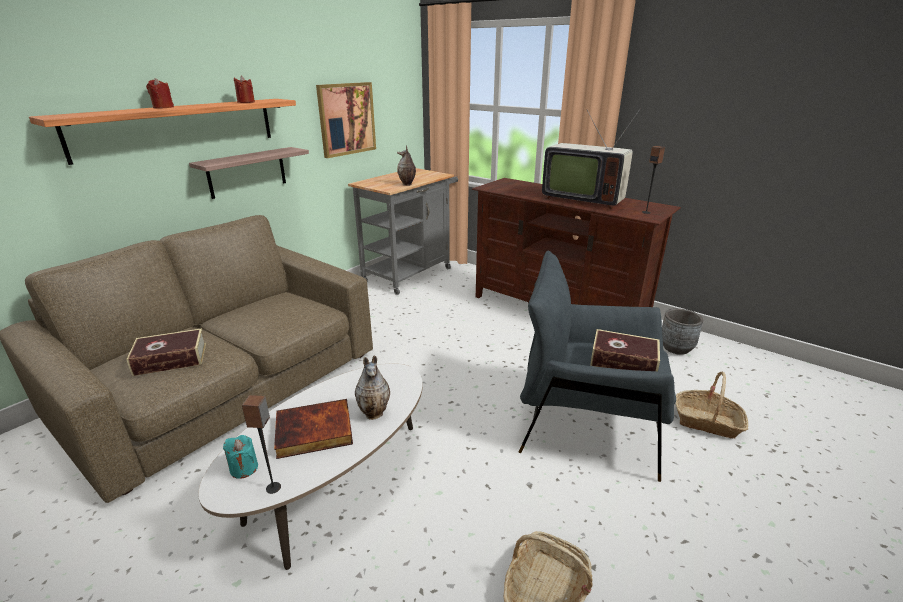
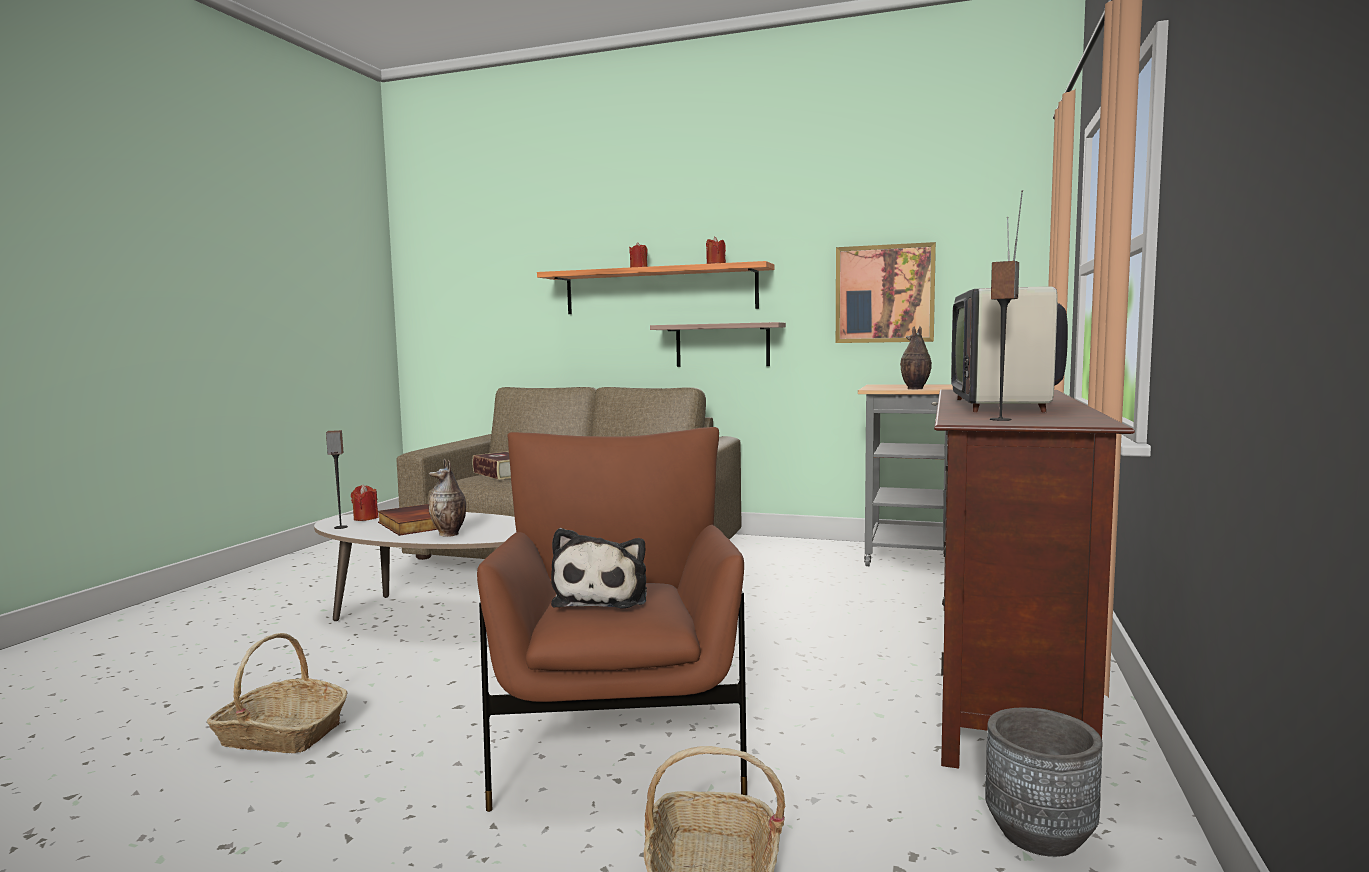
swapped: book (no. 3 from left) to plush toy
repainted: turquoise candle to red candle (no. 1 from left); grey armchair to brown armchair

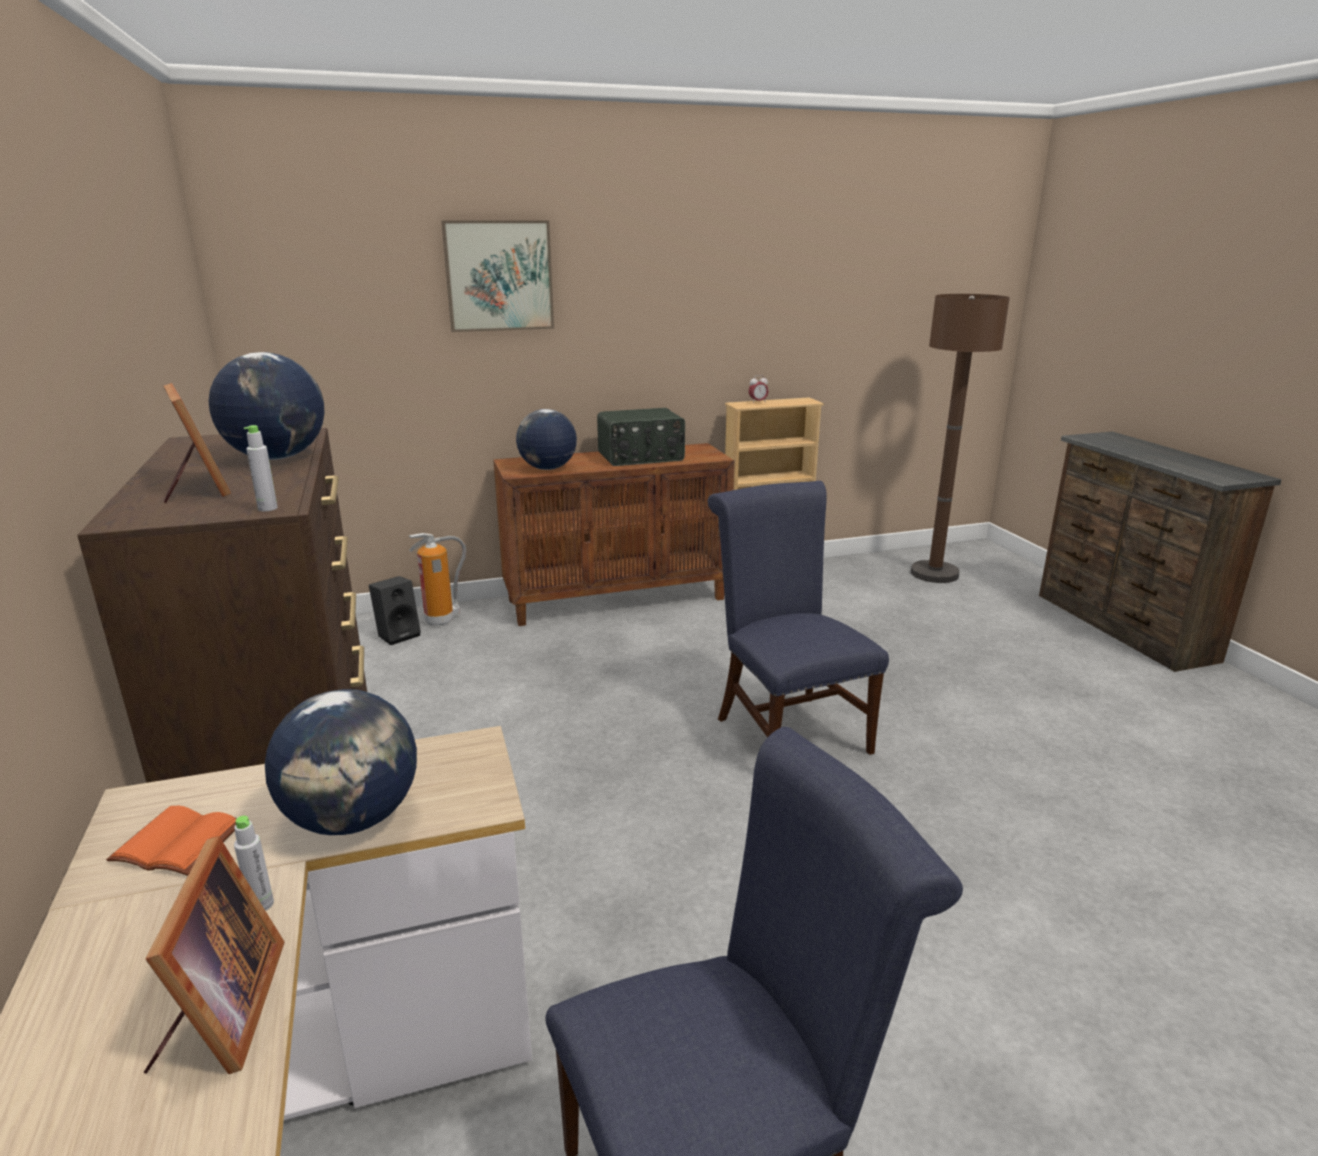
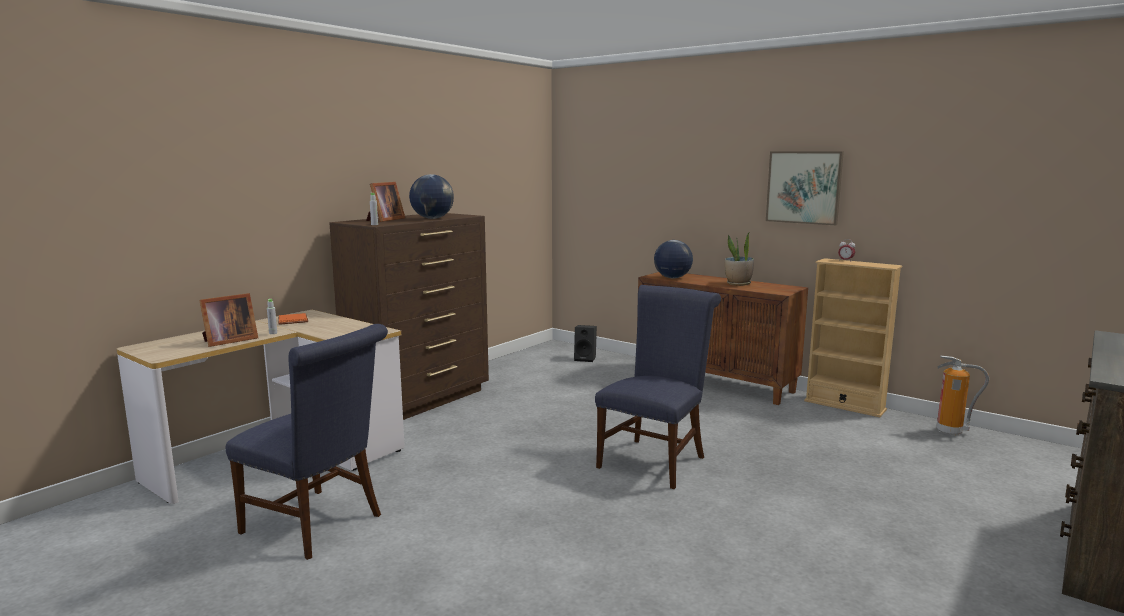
gone: globe (no. 2 from left); brown floor lamp
shifted: picture; fire extinguisher
swapped: radio to potted plant

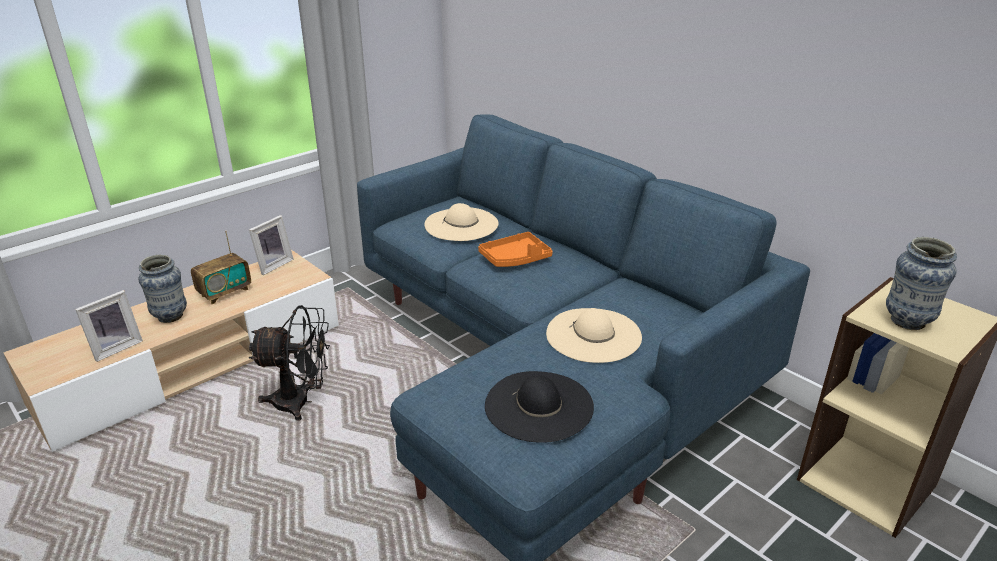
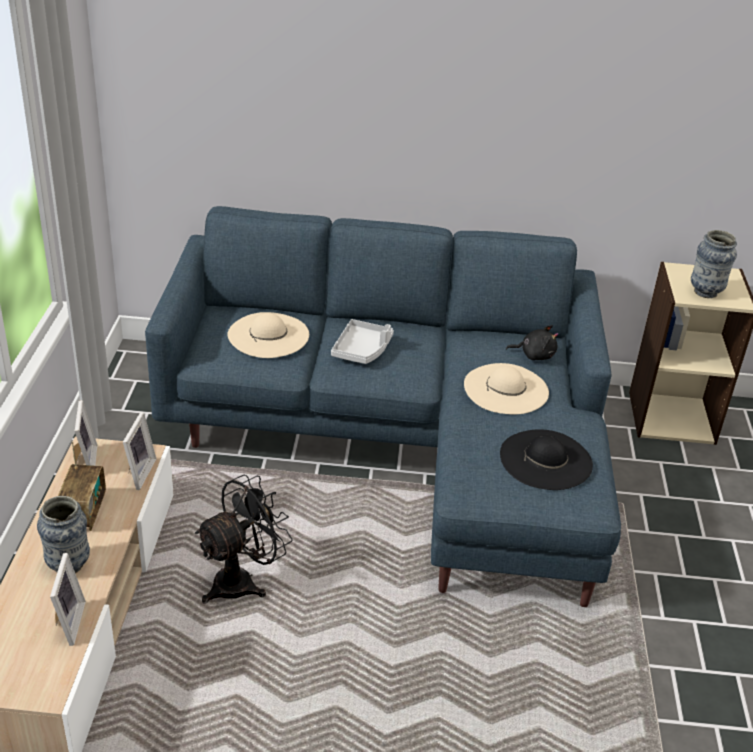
new: picture frame (no. 3 from left); black plush toy
repainted: orange tray to grey tray

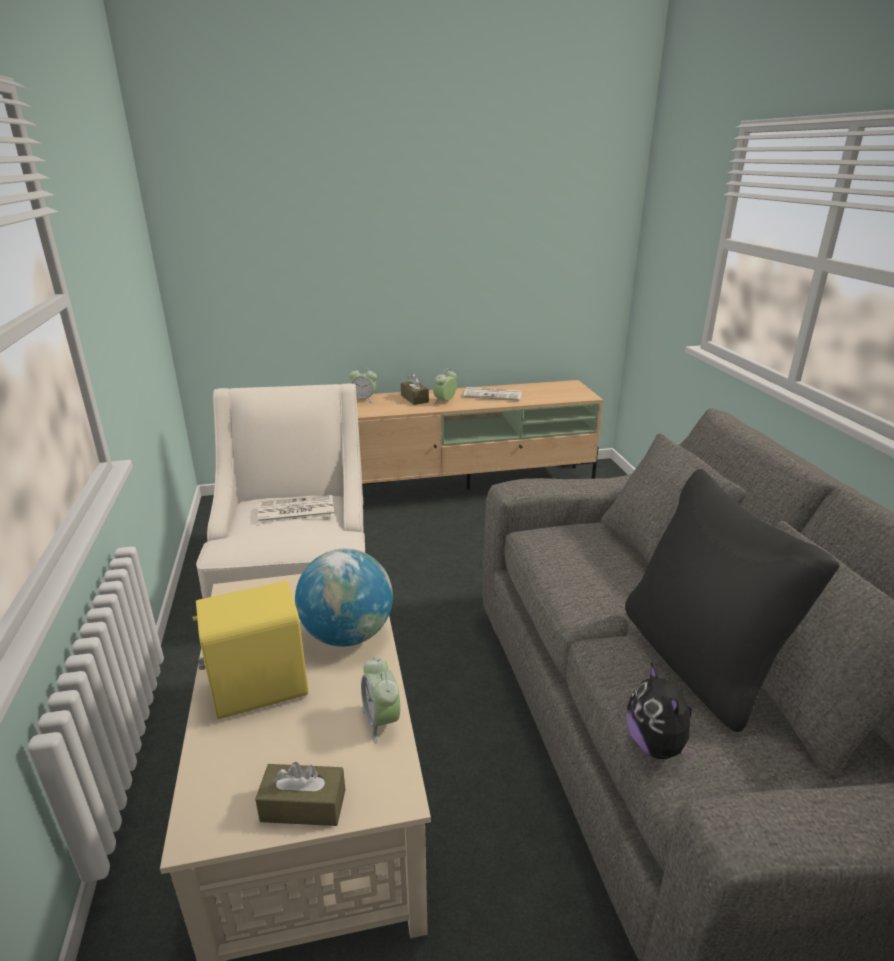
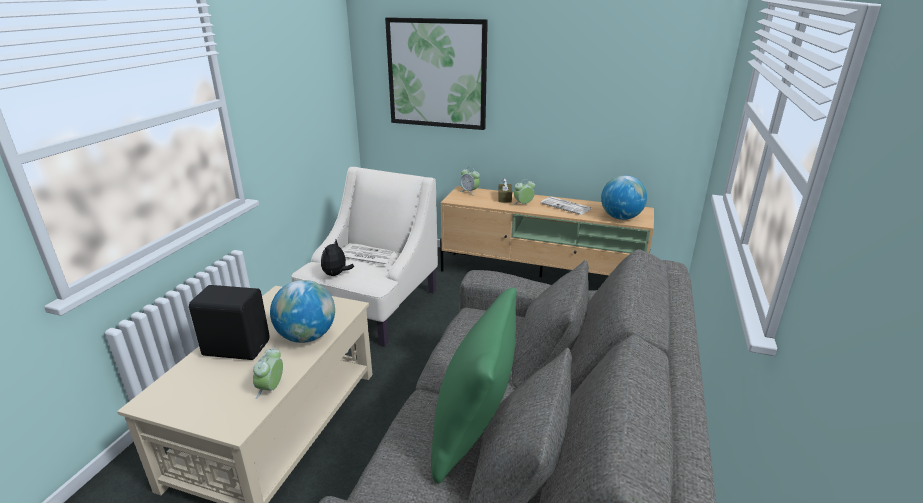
gone: brown tissue box (no. 1 from left)
new: picture; globe (no. 2 from left)
shifted: plush toy
repainted: yellow speaker to black speaker; black pillow to green pillow

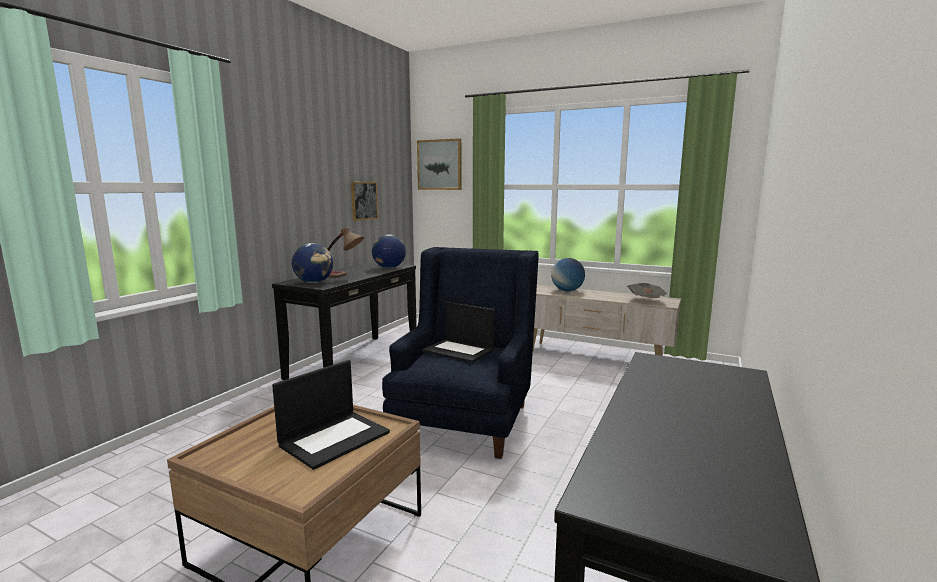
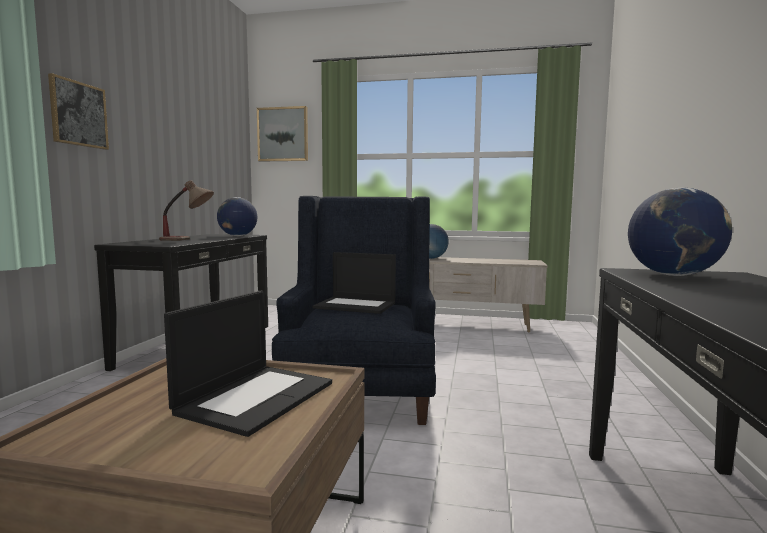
gone: newspaper
shifted: picture (no. 1 from left); globe (no. 1 from left in the first image) to globe (no. 3 from left)

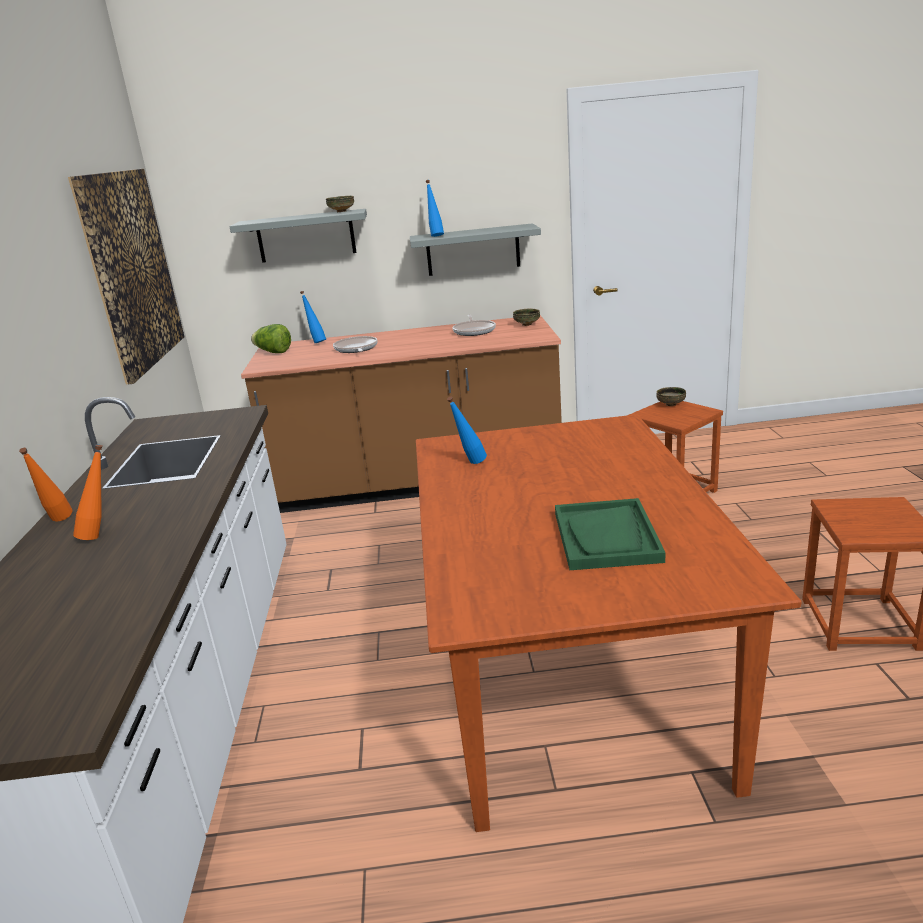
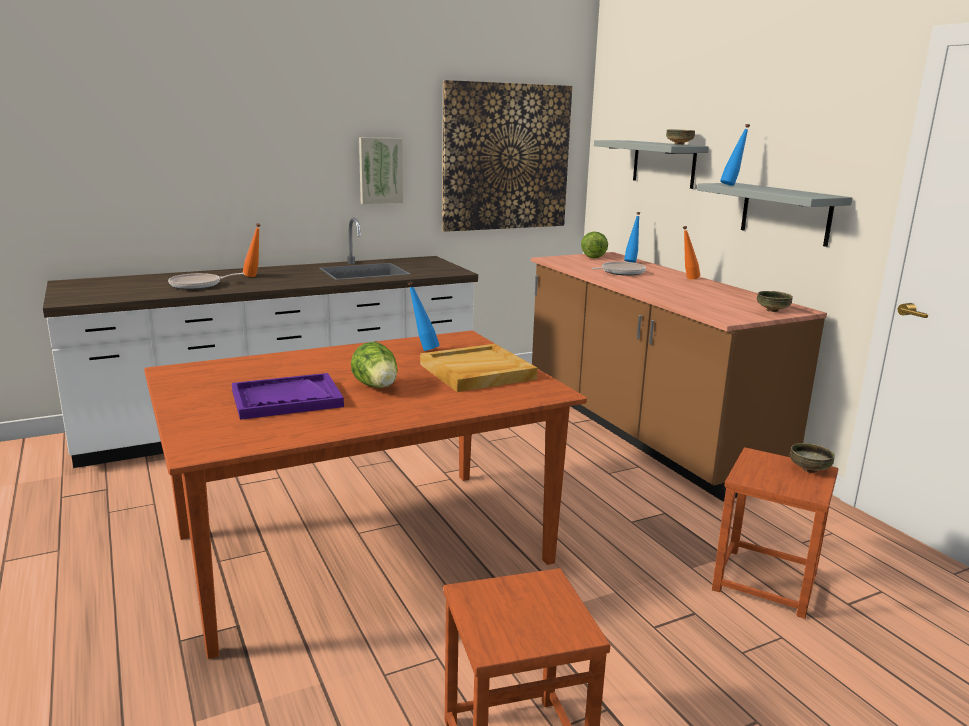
new: lettuce (no. 1 from left); picture (no. 1 from left); beige tray
shifted: frying pan (no. 2 from left in the first image) to frying pan (no. 1 from left); orange bottle (no. 1 from left in the first image) to orange bottle (no. 2 from left)
repainted: green tray to purple tray

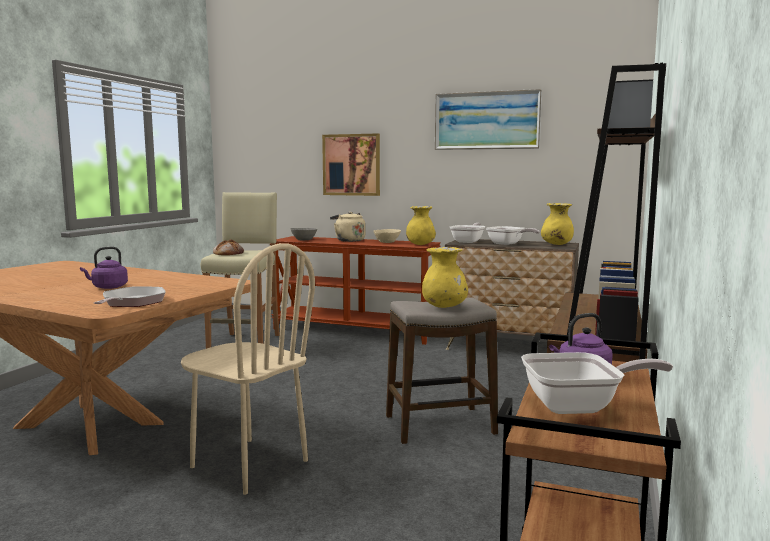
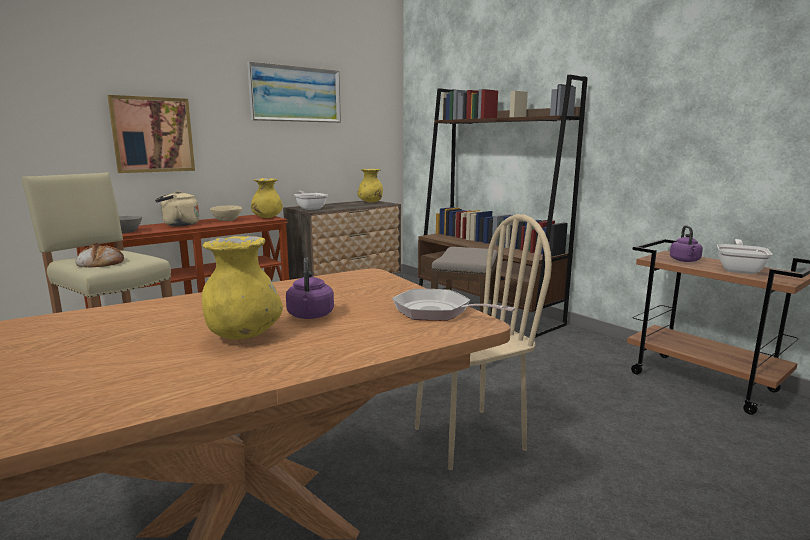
gone: frying pan (no. 3 from left)
shifted: yellow vase (no. 2 from left in the first image) to yellow vase (no. 1 from left)

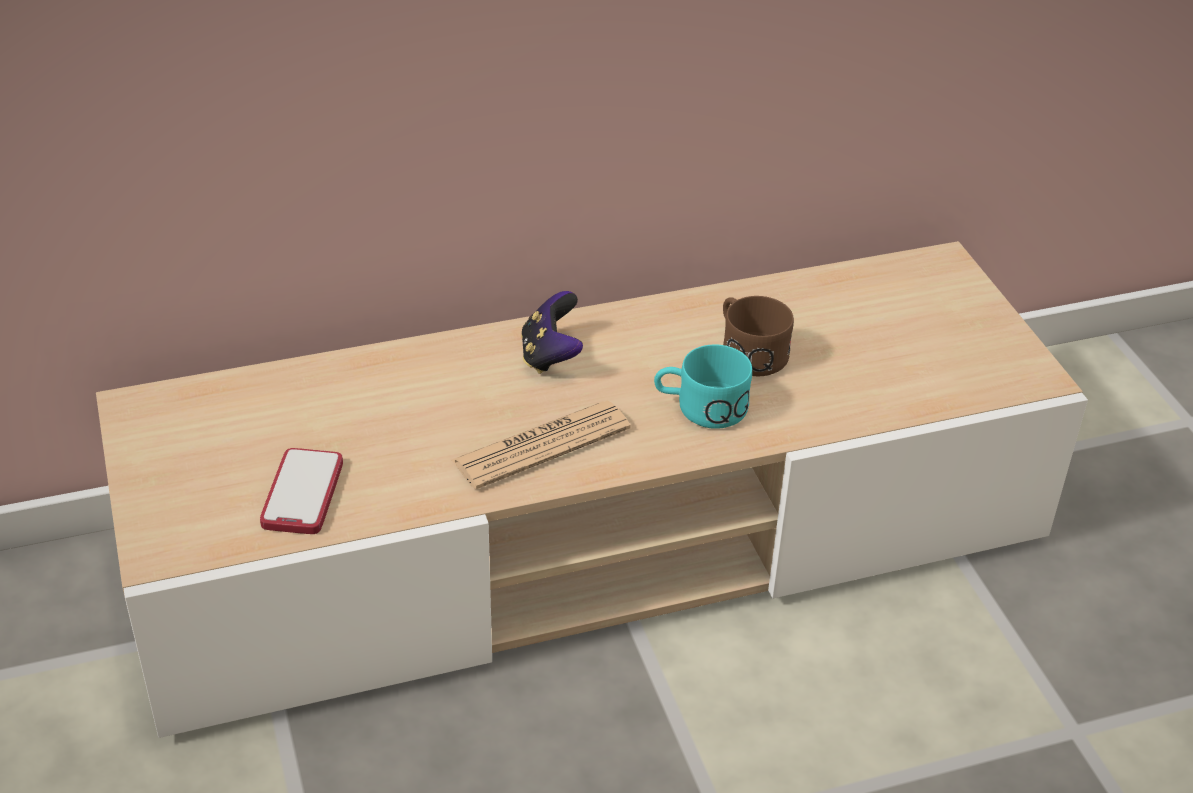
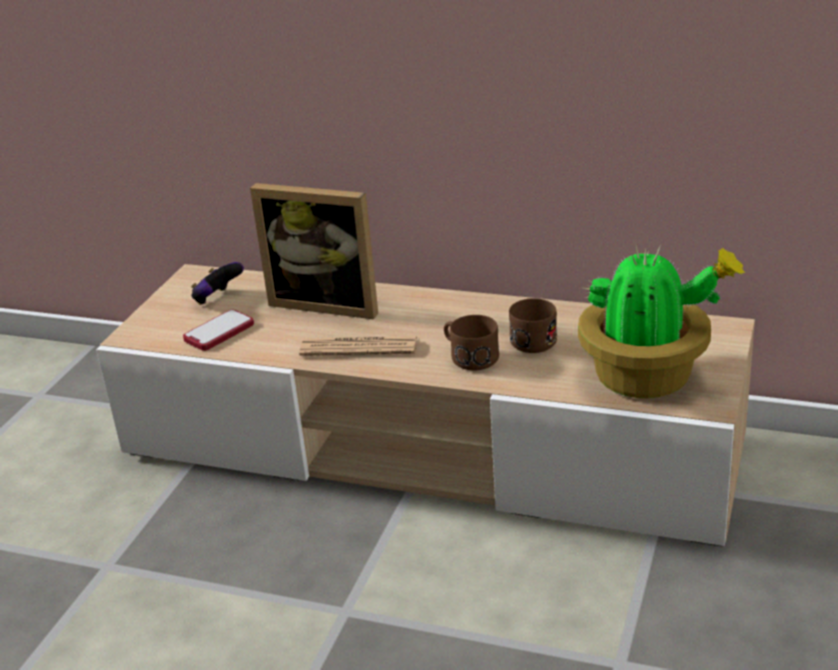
new: picture frame; potted plant
shifted: game controller
repainted: turquoise mug to brown mug (no. 1 from left)

